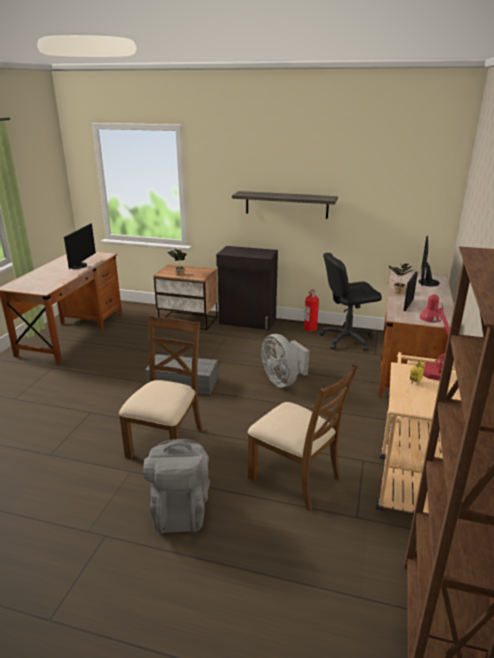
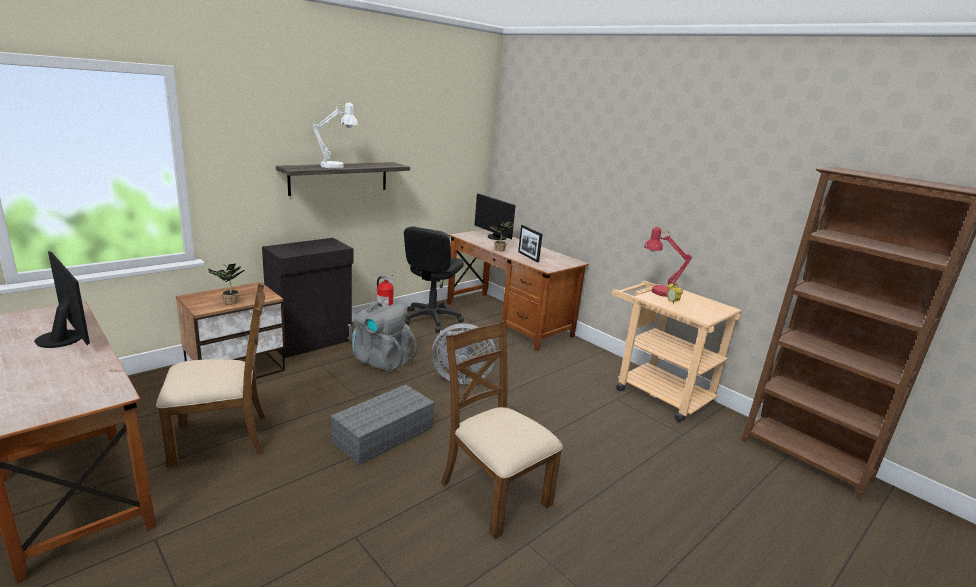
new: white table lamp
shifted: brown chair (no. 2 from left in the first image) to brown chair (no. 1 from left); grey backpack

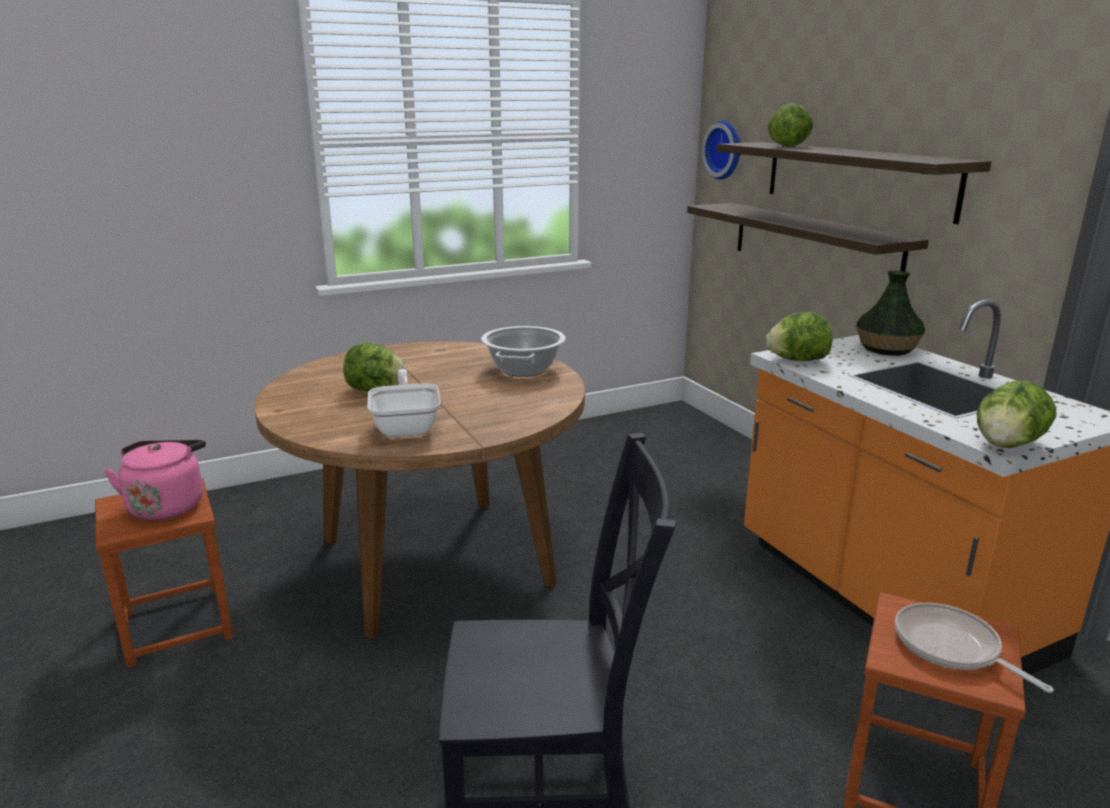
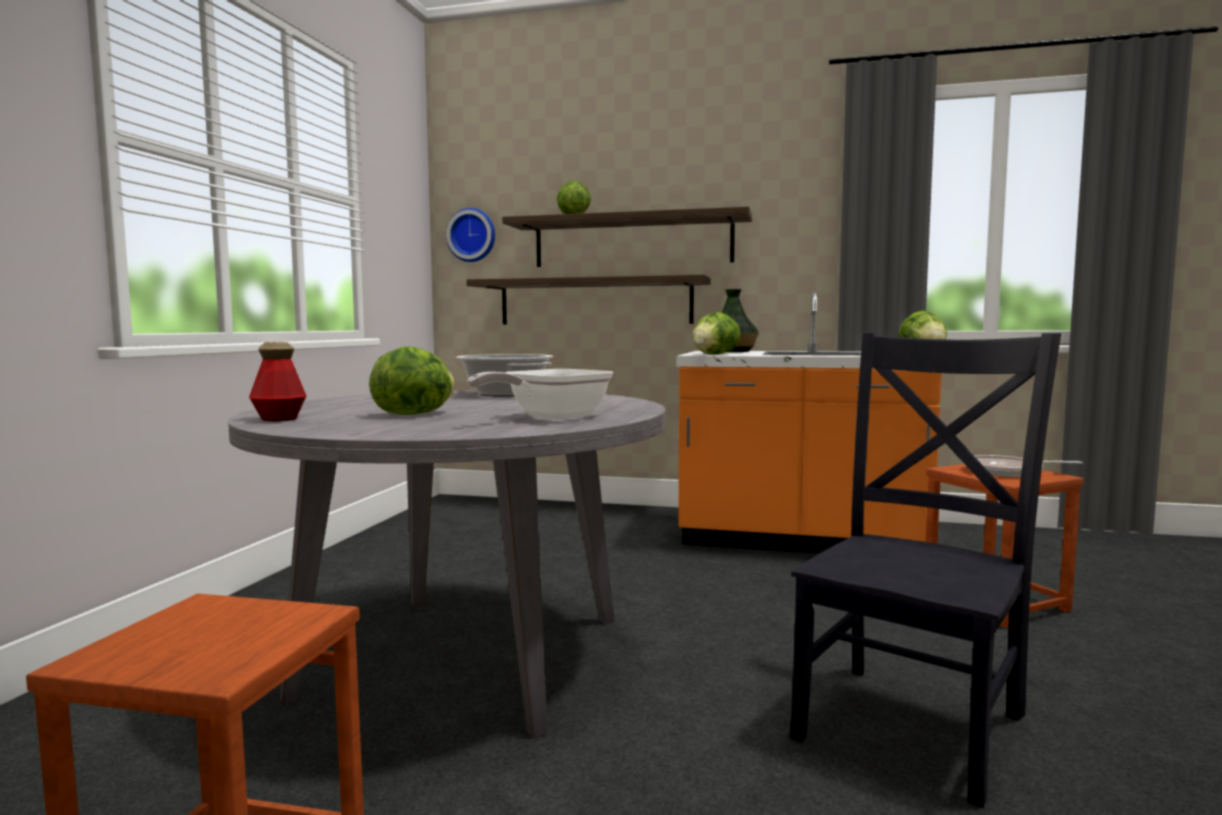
gone: pink kettle
new: bottle
repainted: brown dining table to grey dining table
rotated: frying pan (no. 1 from left) 75 degrees counterclockwise

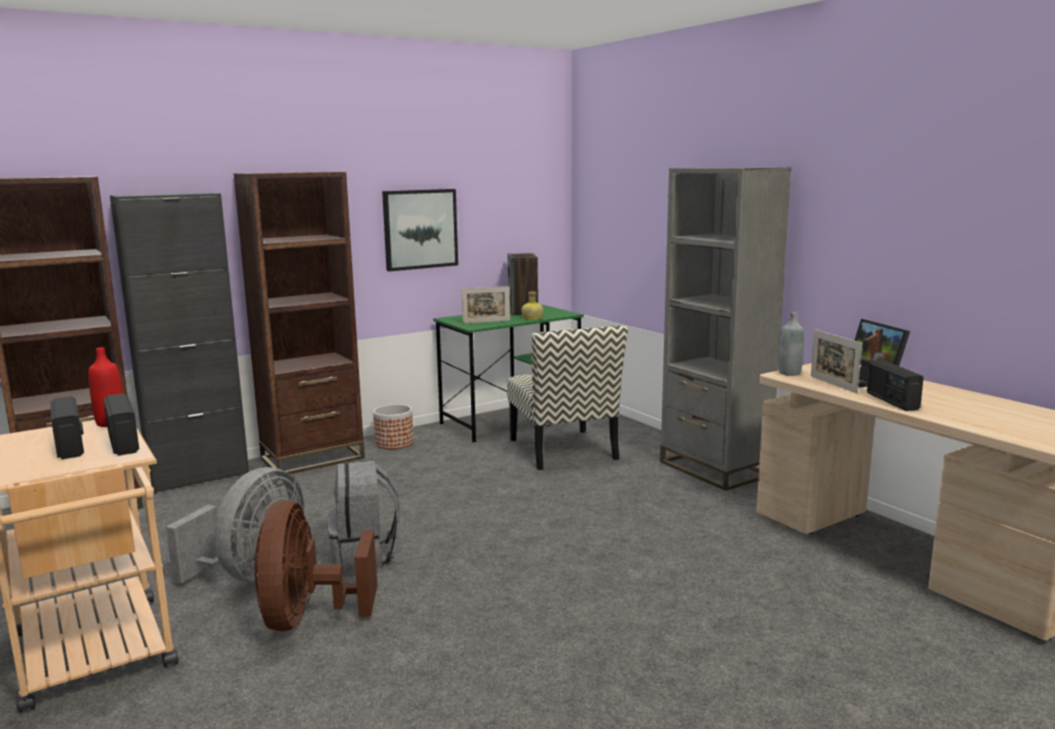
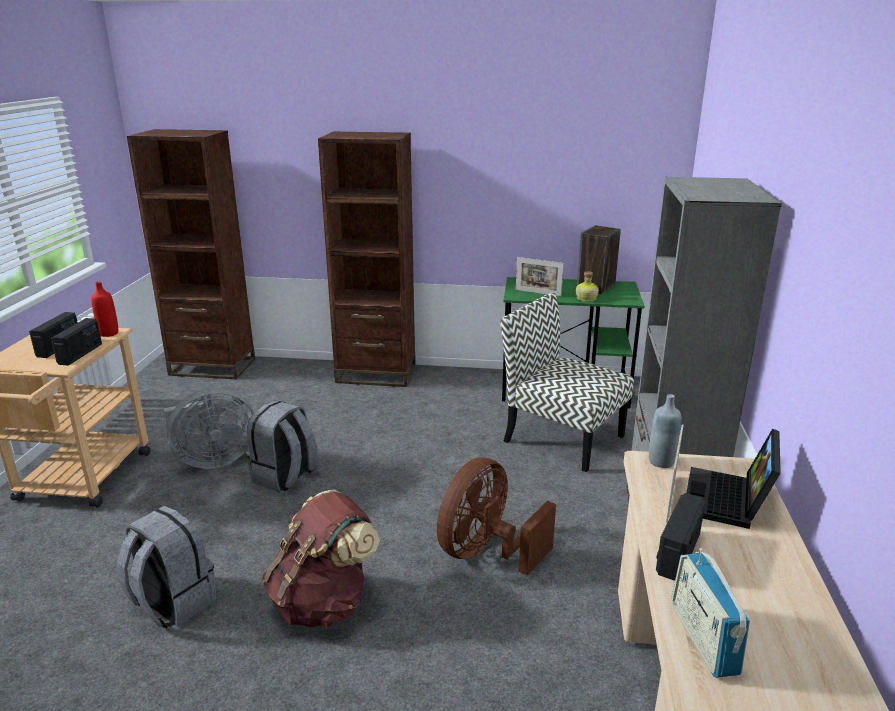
gone: black cabinet; planter; picture
new: grey backpack (no. 1 from left); brown backpack; radio (no. 4 from left)
shifted: brown fan
rotated: chair 105 degrees clockwise

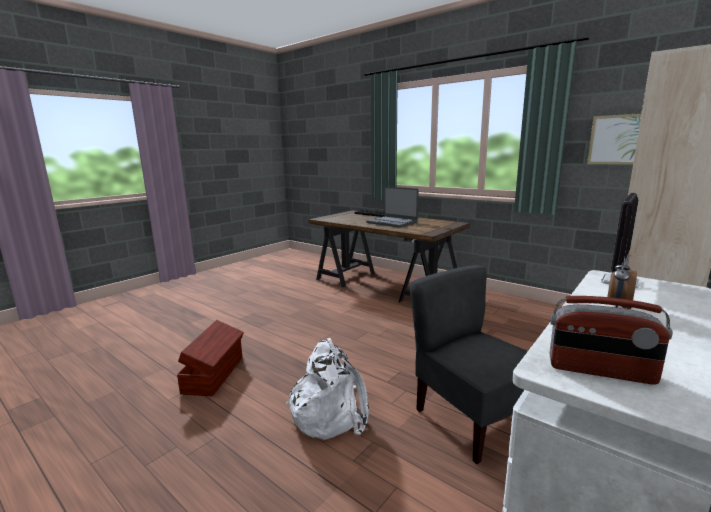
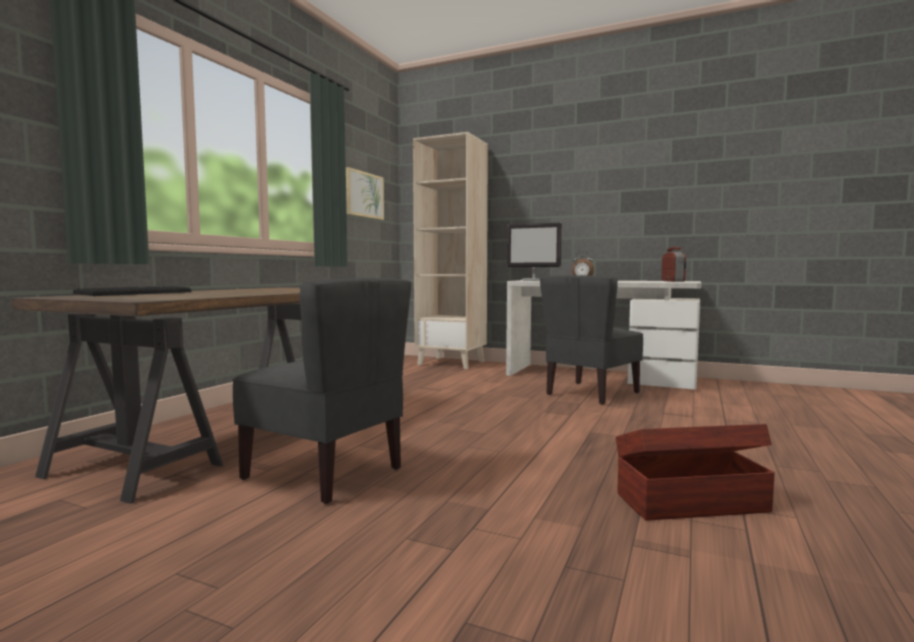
gone: white backpack; laptop
new: grey chair (no. 1 from left)

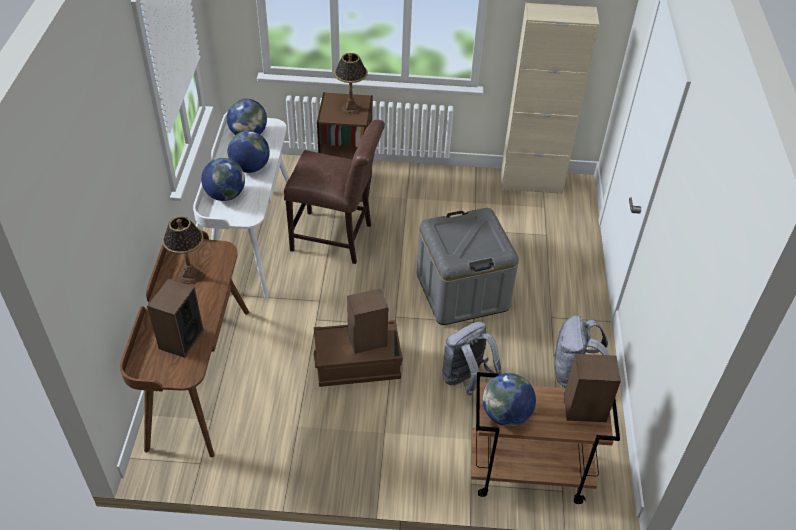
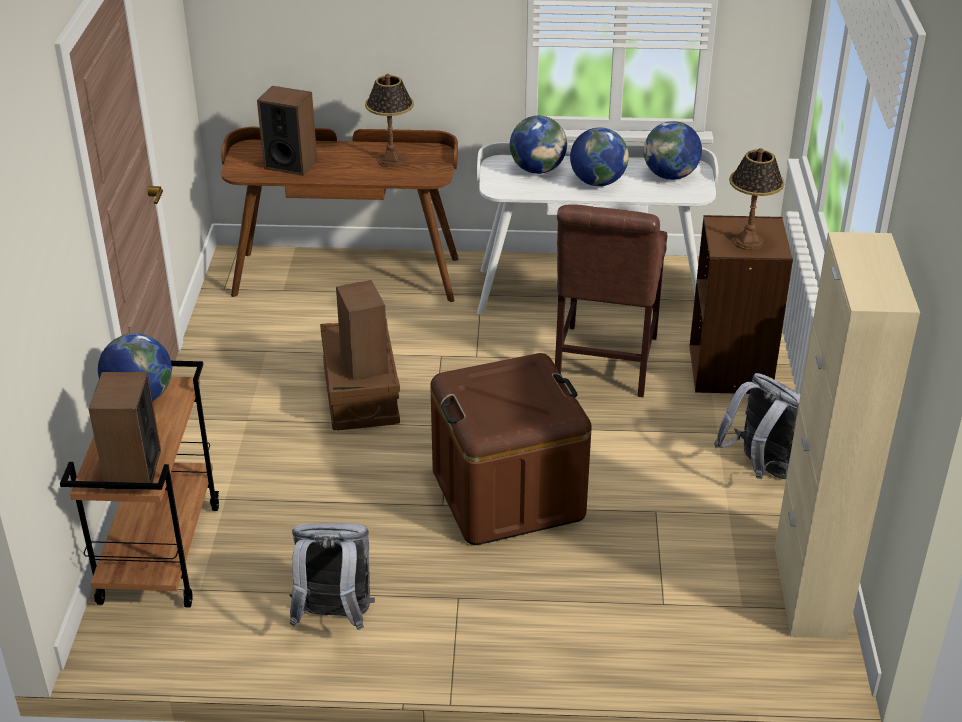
shifted: grey backpack (no. 1 from left in the first image) to grey backpack (no. 2 from left)
repainted: grey storage box to brown storage box (no. 2 from left)

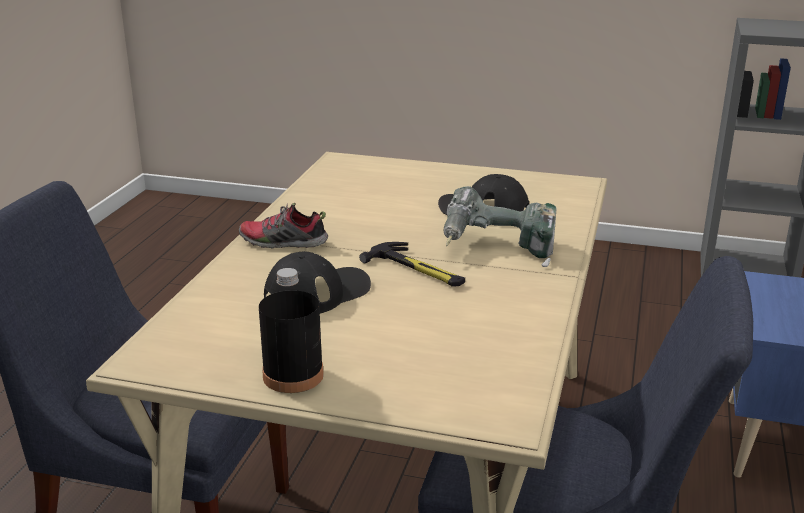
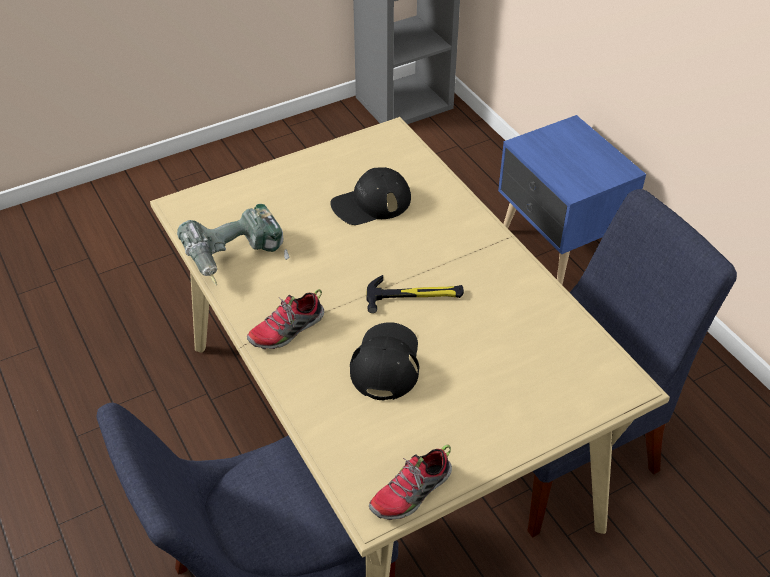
gone: black bottle
new: shoe (no. 2 from left)
shifted: power drill

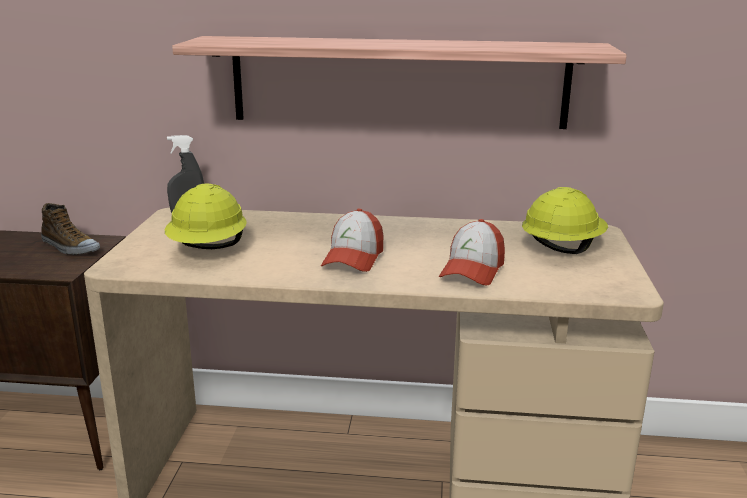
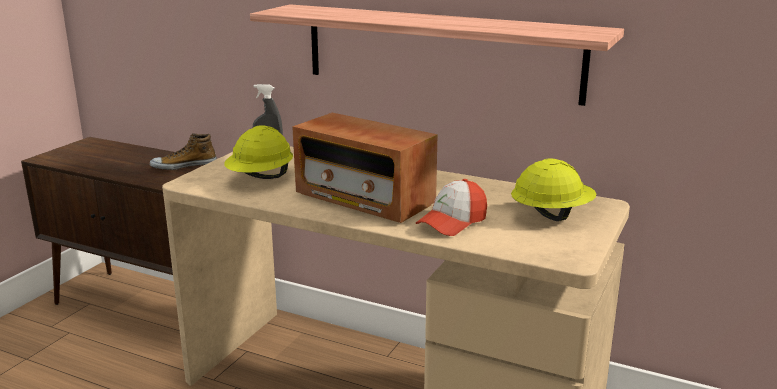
swapped: cap (no. 1 from left) to radio
rotated: shoe 105 degrees clockwise

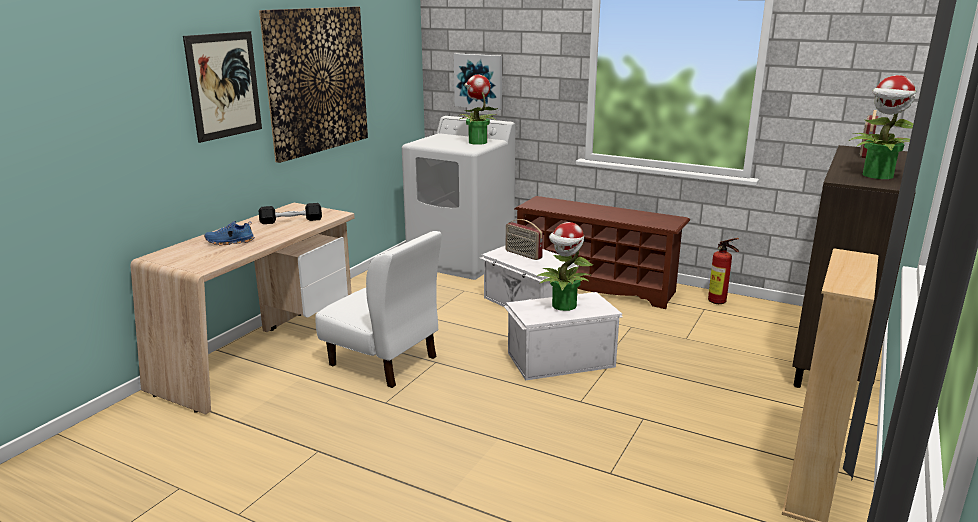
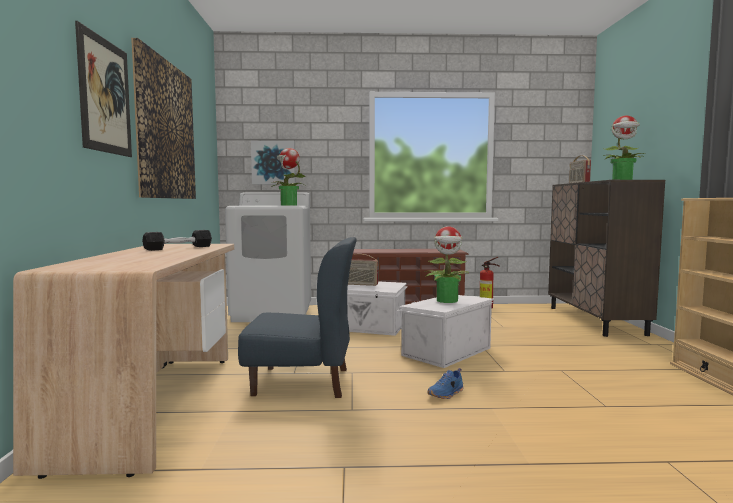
shifted: blue shoe
repainted: white chair to blue chair

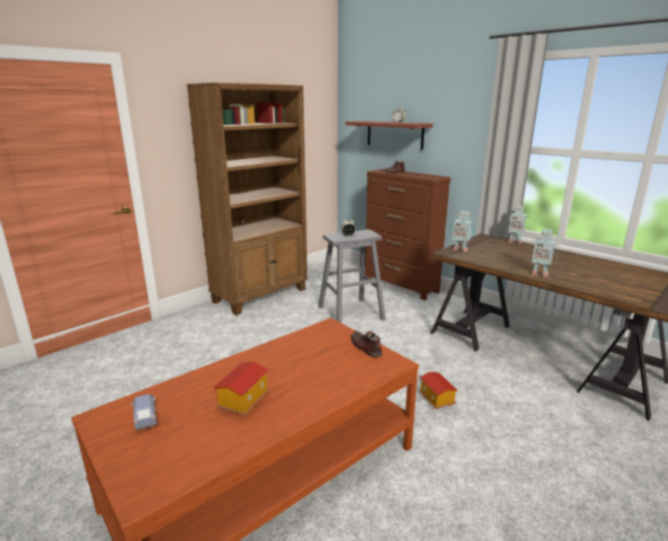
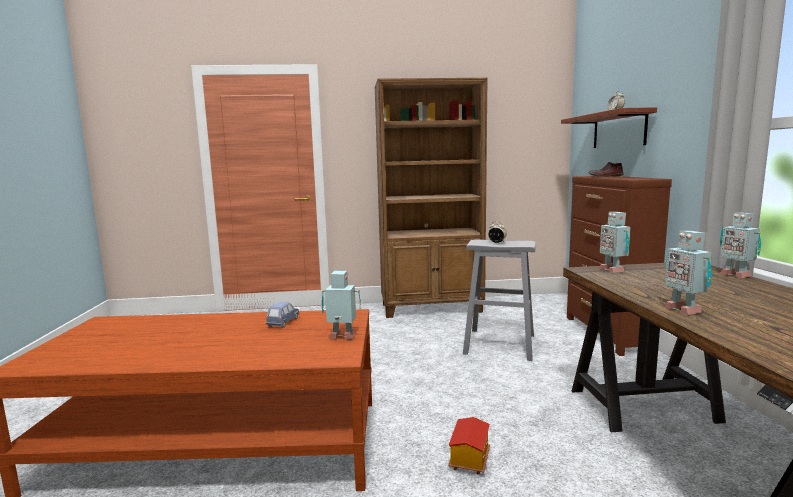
gone: toy house (no. 1 from left)
shifted: blue toy car
swapped: brown shoe (no. 1 from left) to toy robot (no. 1 from left)

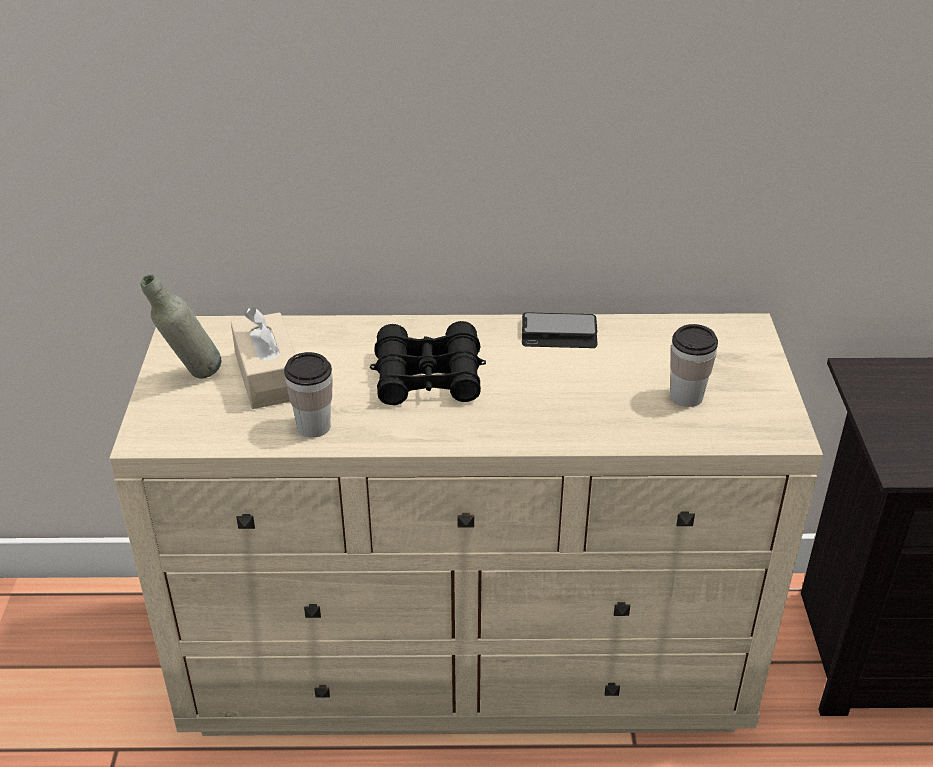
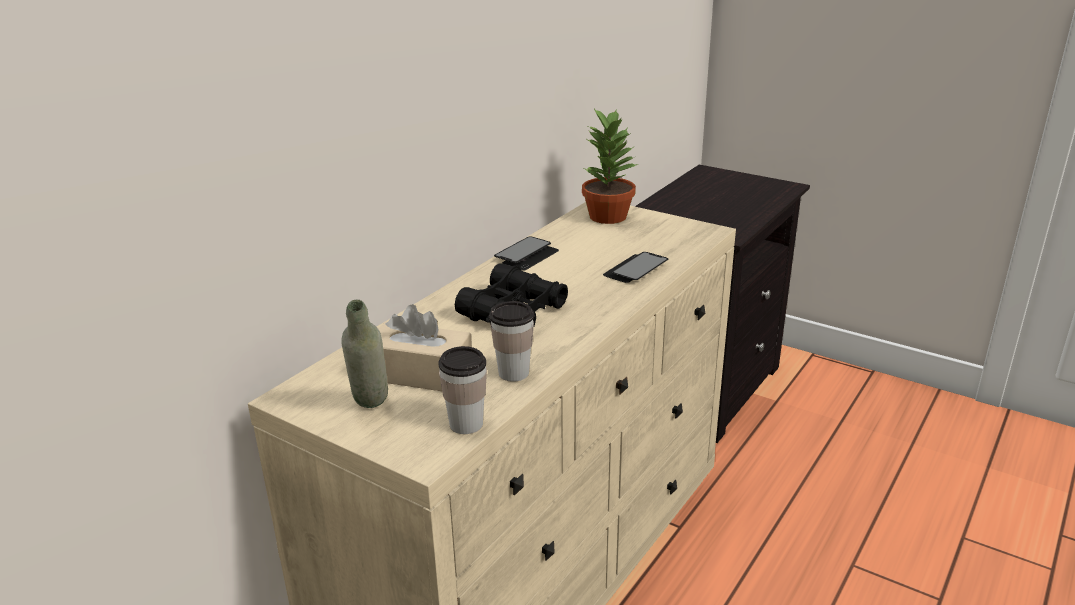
new: potted plant; phone (no. 2 from left)
shifted: cup (no. 2 from left in the first image) to cup (no. 1 from left)

